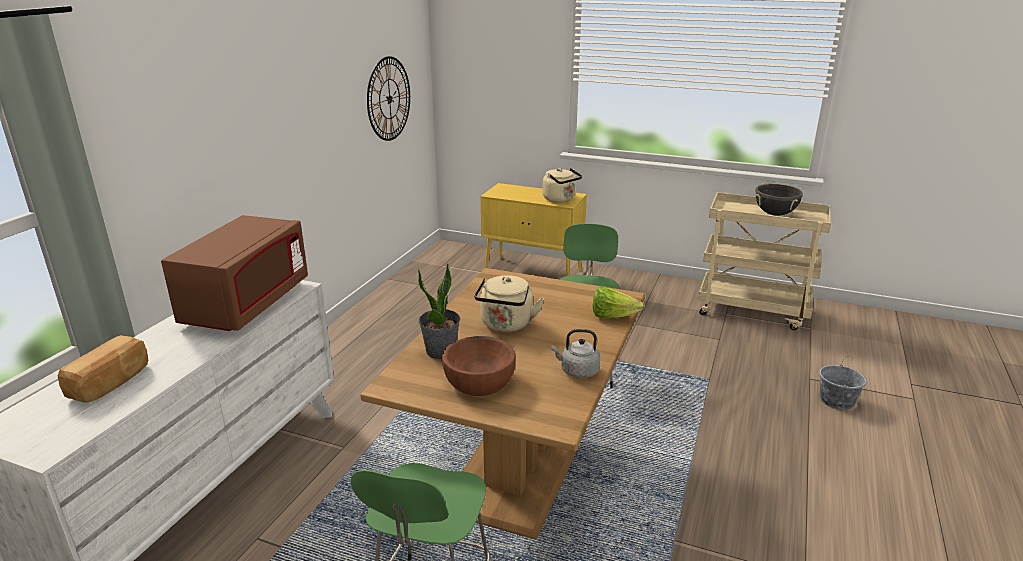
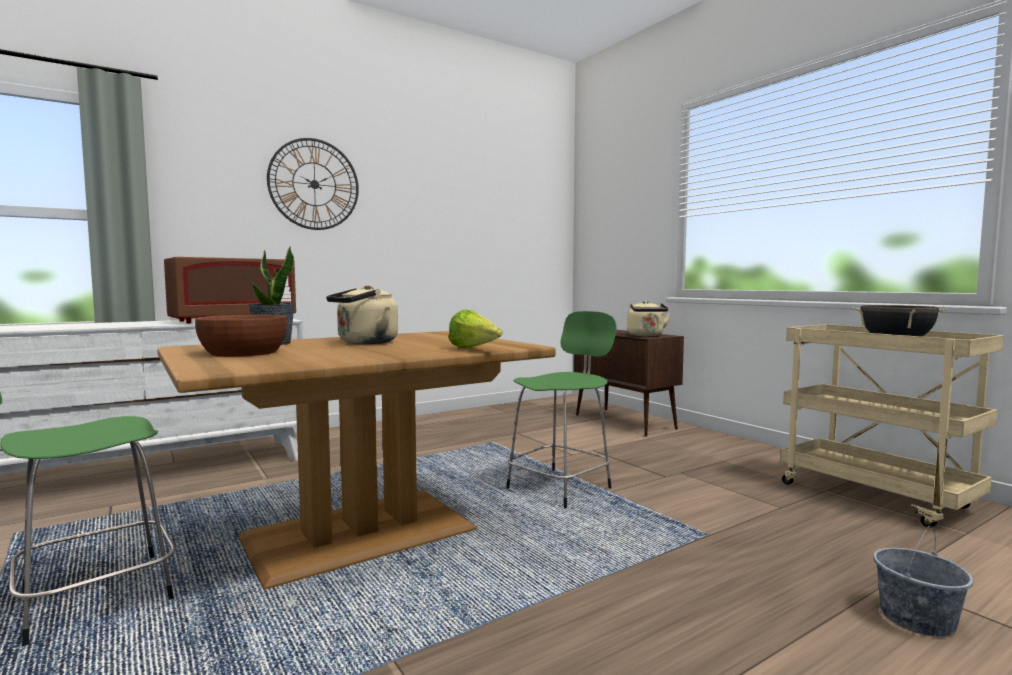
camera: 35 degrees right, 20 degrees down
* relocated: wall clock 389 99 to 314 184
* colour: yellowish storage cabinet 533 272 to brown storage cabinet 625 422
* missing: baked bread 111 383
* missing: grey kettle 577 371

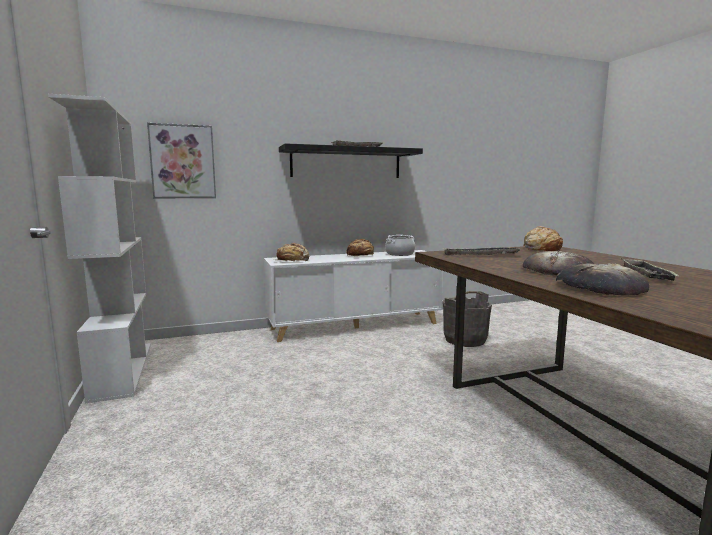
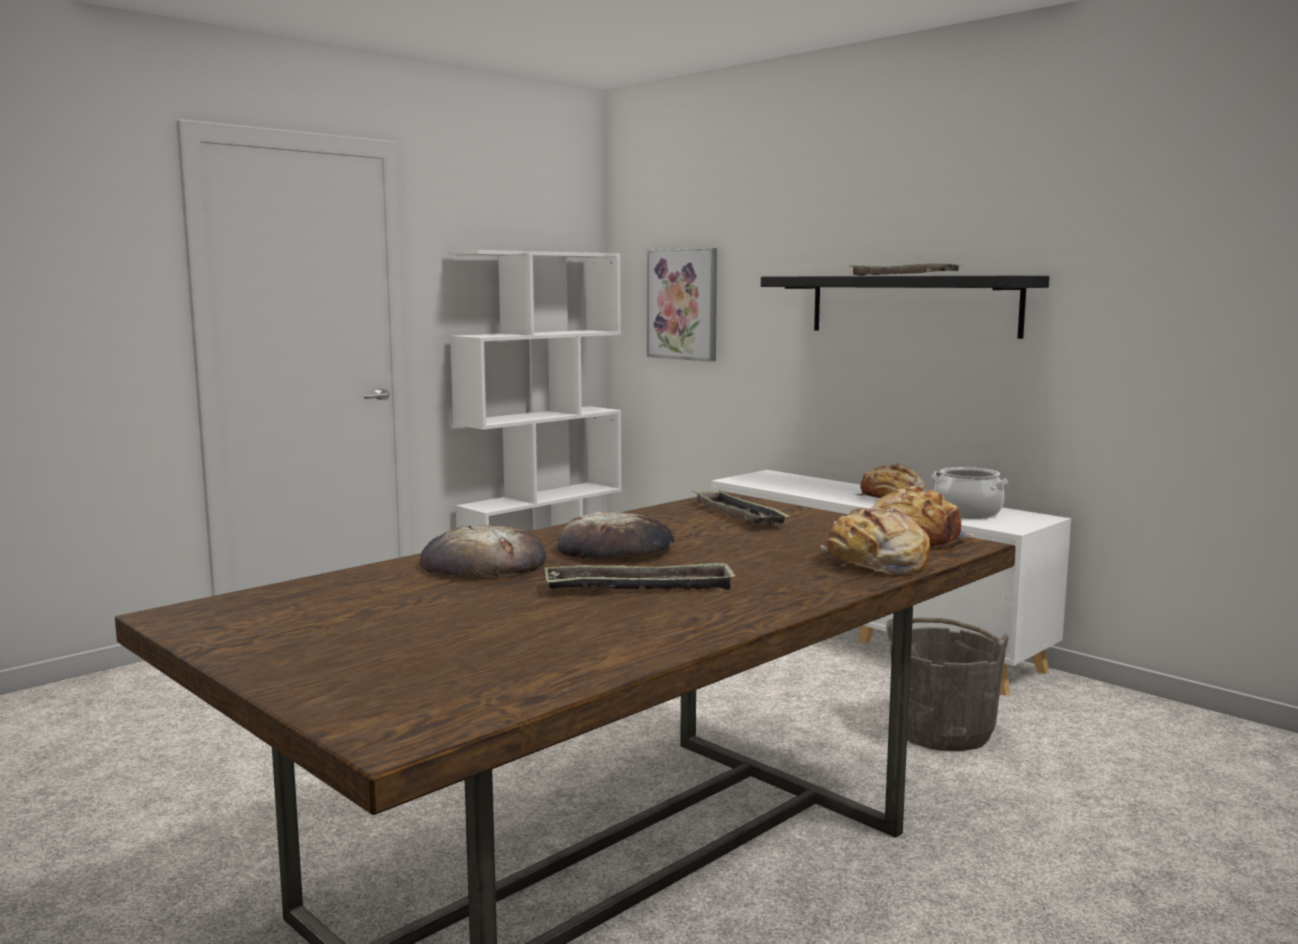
camera: 65 degrees right, 0 degrees up
* relocated: baked bread 293 261 to 876 563

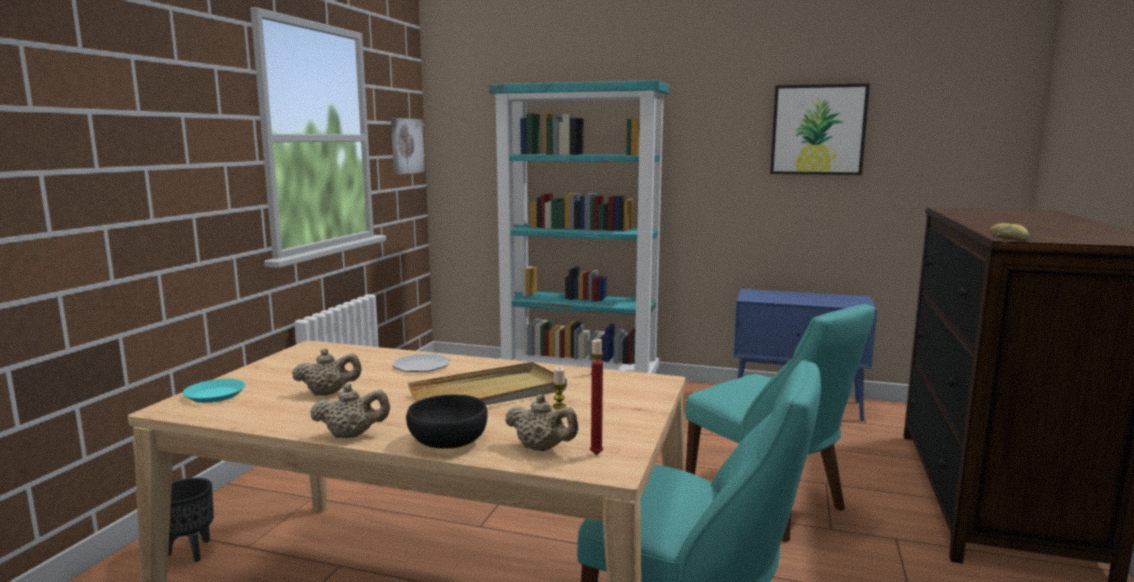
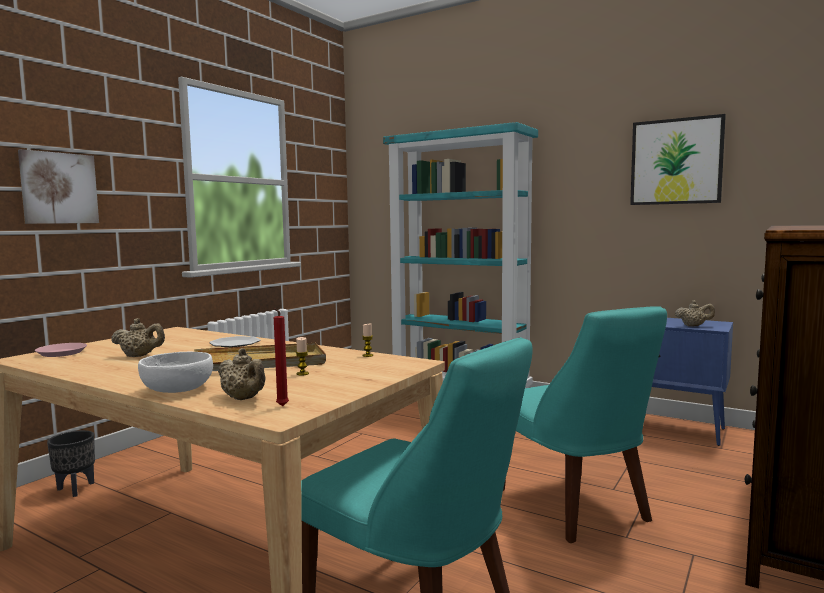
camera: 15 degrees right, 5 degrees down
* relocated: picture 406 146 to 59 188
* colour: blue-green plate 215 395 to pinkish plate 62 353
* colour: black-coloured serving bowl 449 442 to whitish serving bowl 178 390
* relocated: beige-coloured teapot 352 435 to 693 326
* missing: baked bread 1010 237

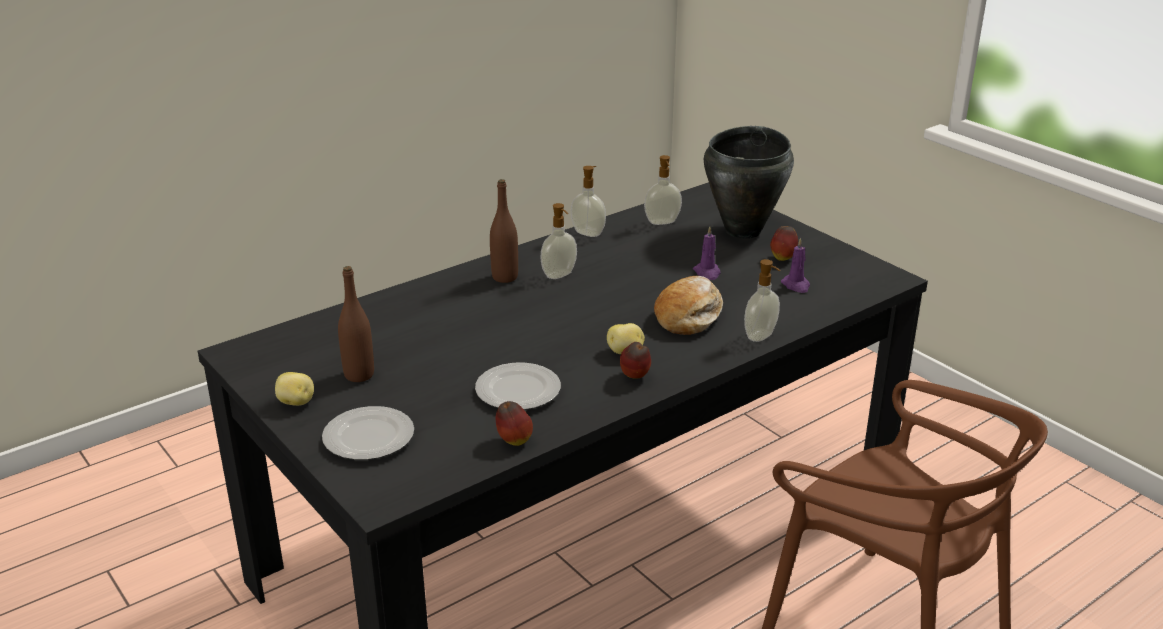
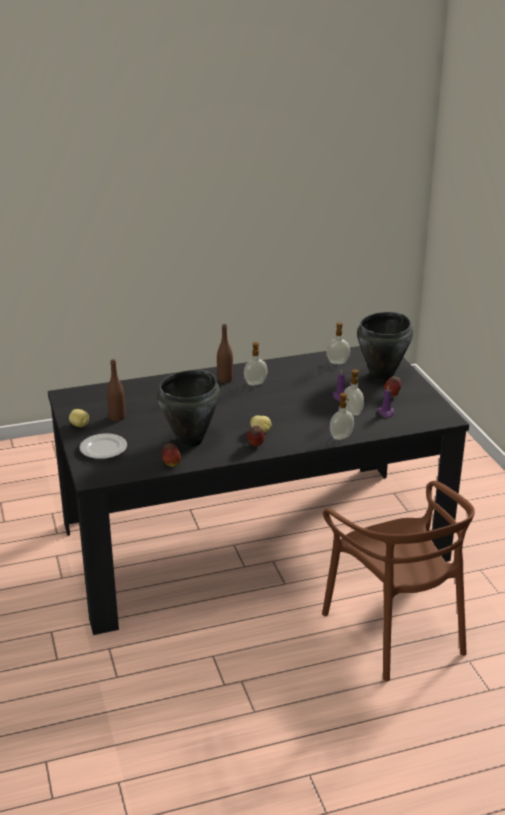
camera: 20 degrees right, 0 degrees up
* exchanged: plate 519 391 to black-coloured stockpot 191 440
* relocated: soap bottle 588 233 to 353 412
* missing: baked bread 689 316

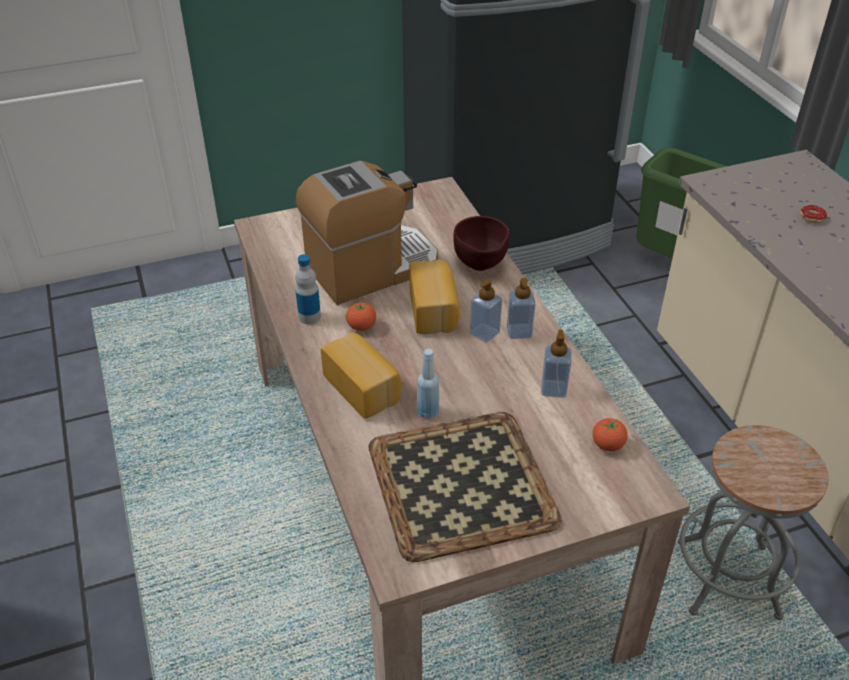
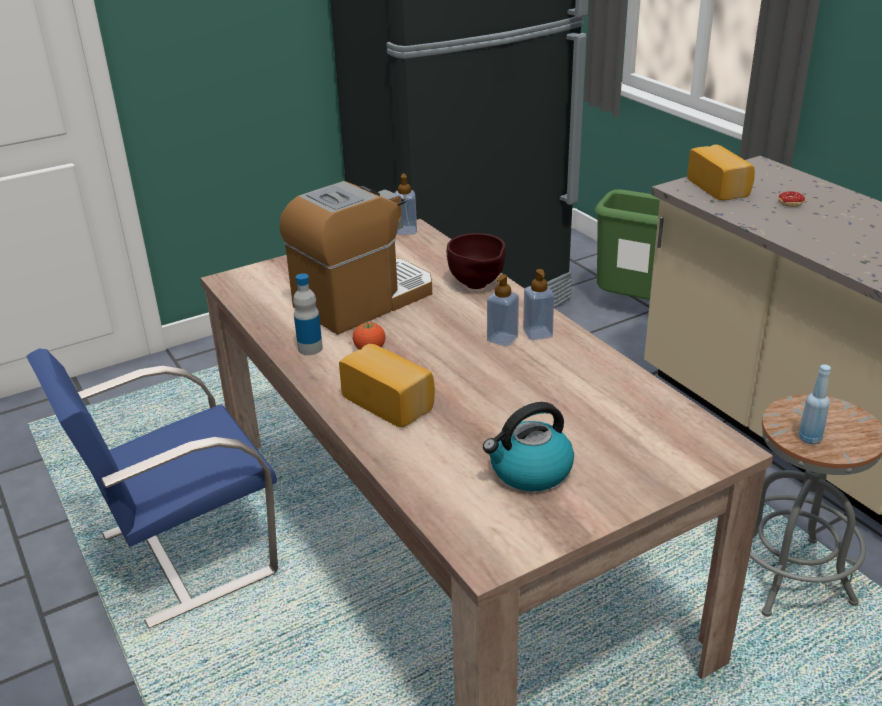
camera: 10 degrees left, 10 degrees down
* appeared: blue chair 184 554
* relocated: soap bottle 553 389 to 406 231
* exchanged: carrying tray 463 485 to kettle 529 471
* relocated: baked bread 434 310 to 720 187
* relocated: blue beverage bottle 428 412 to 810 438
* missing: whole tomato 607 445

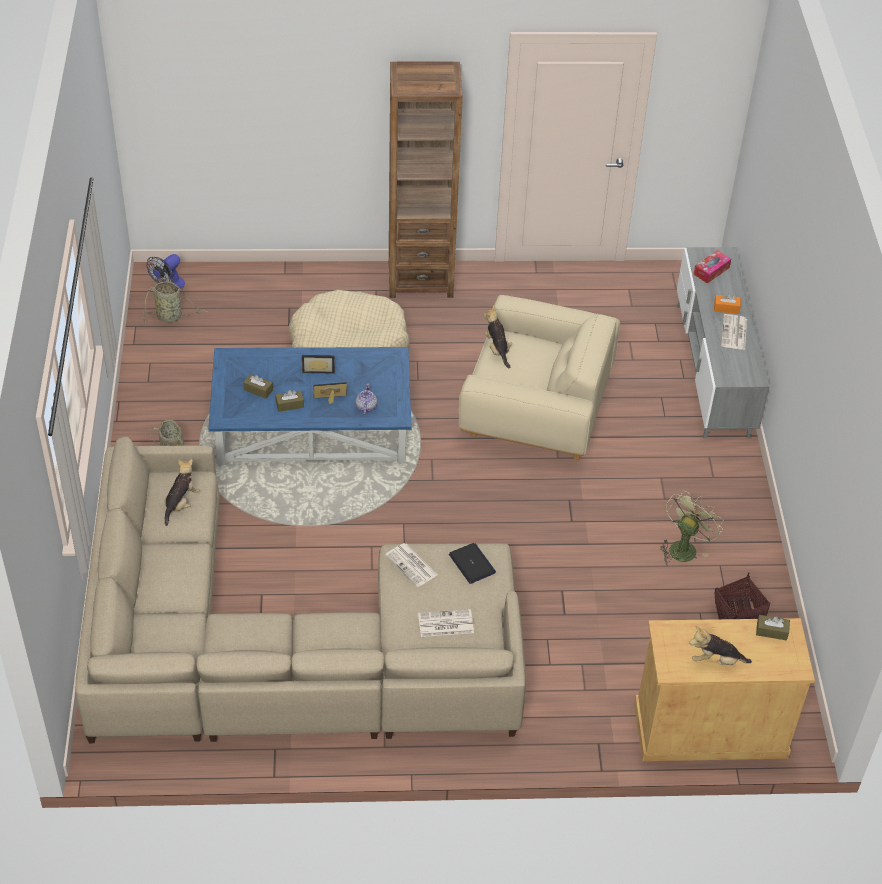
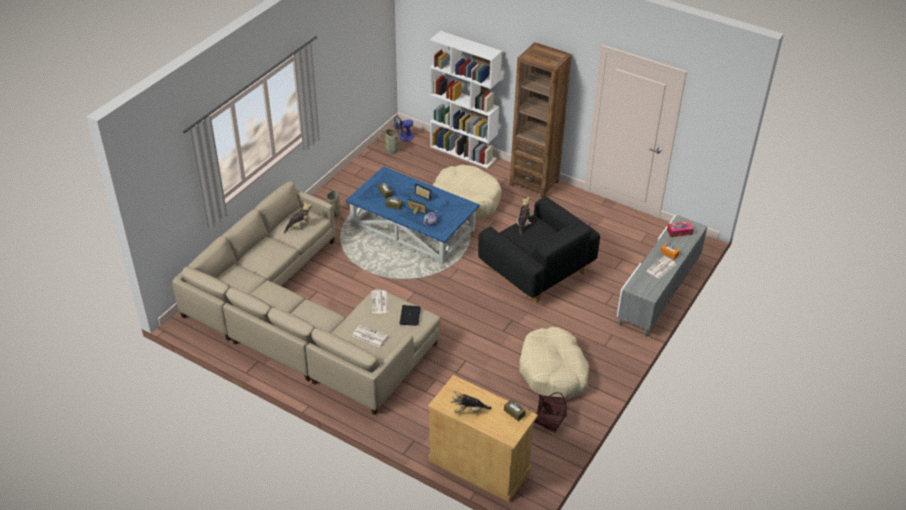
camera: 35 degrees right, 5 degrees down
* appeared: whitish bookcase 463 152
* spun: soft toy 715 660 = 469 411 45 degrees counterclockwise
* colour: beige-coloured lounge chair 536 410 to black-coloured lounge chair 536 270
* exchanged: green-coloured cooling fan 684 547 to beige-coloured dog cushion 553 372

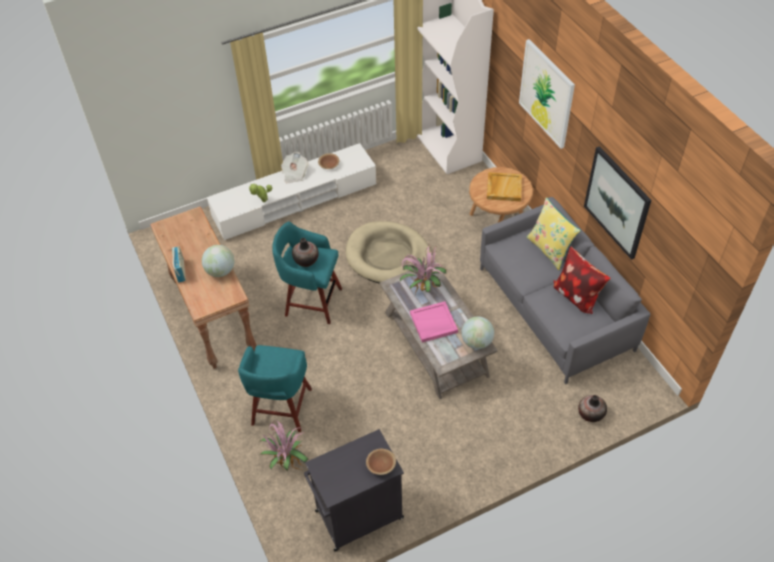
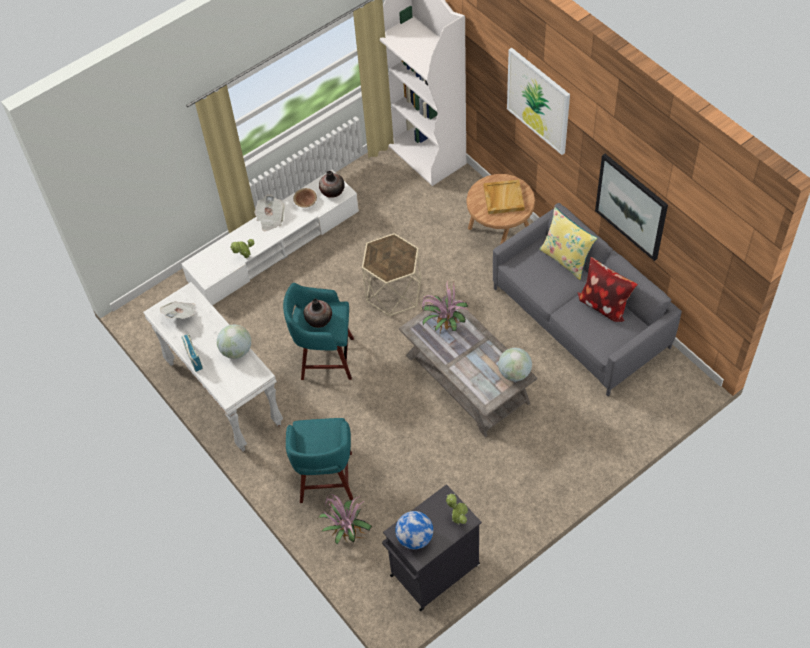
camera: 10 degrees left, 5 degrees up
* colour: brown console table 212 315 to whitish console table 223 394
* appeared: daily paper 181 315
* relocated: decorative vase 590 414 to 332 191
* exchanged: beige-coloured dog cushion 388 256 to beige-coloured end table 393 292
* appeared: globe 415 538
* exchanged: brown serving bowl 381 465 to houseplant 458 519
* missing: pinkish carrying tray 433 323

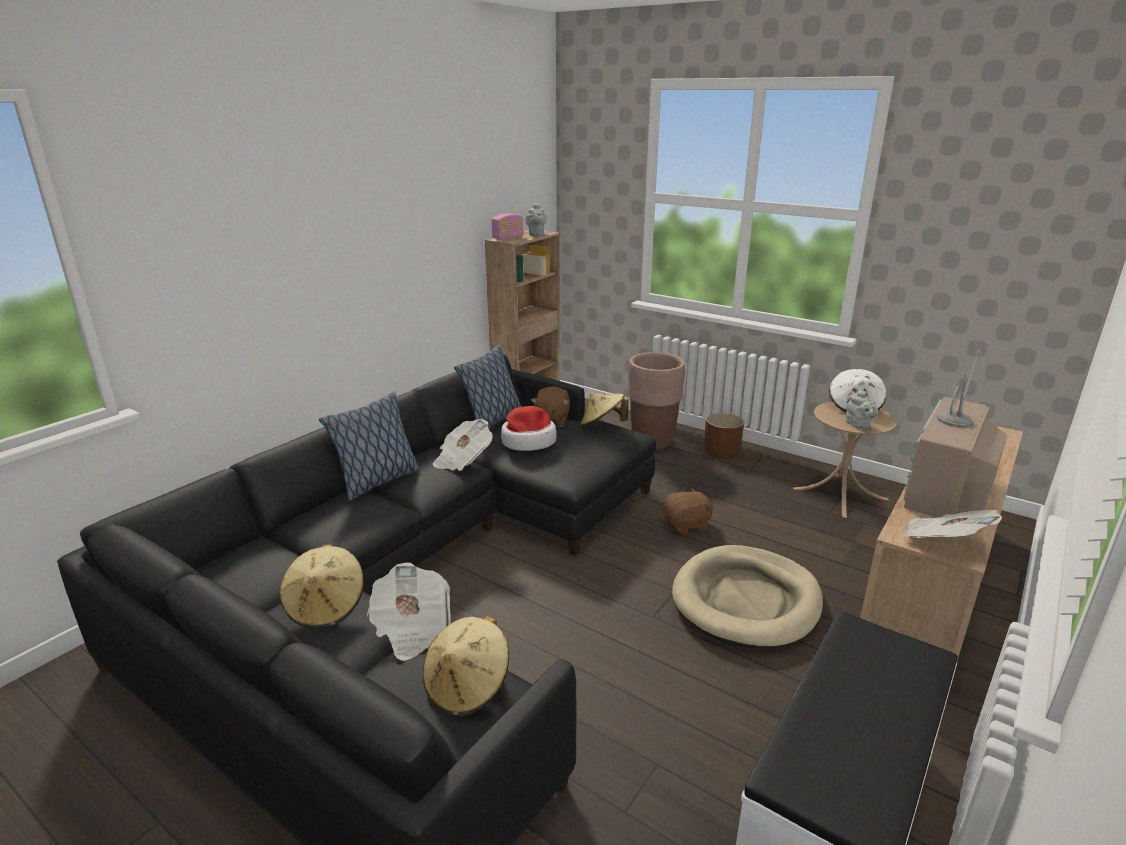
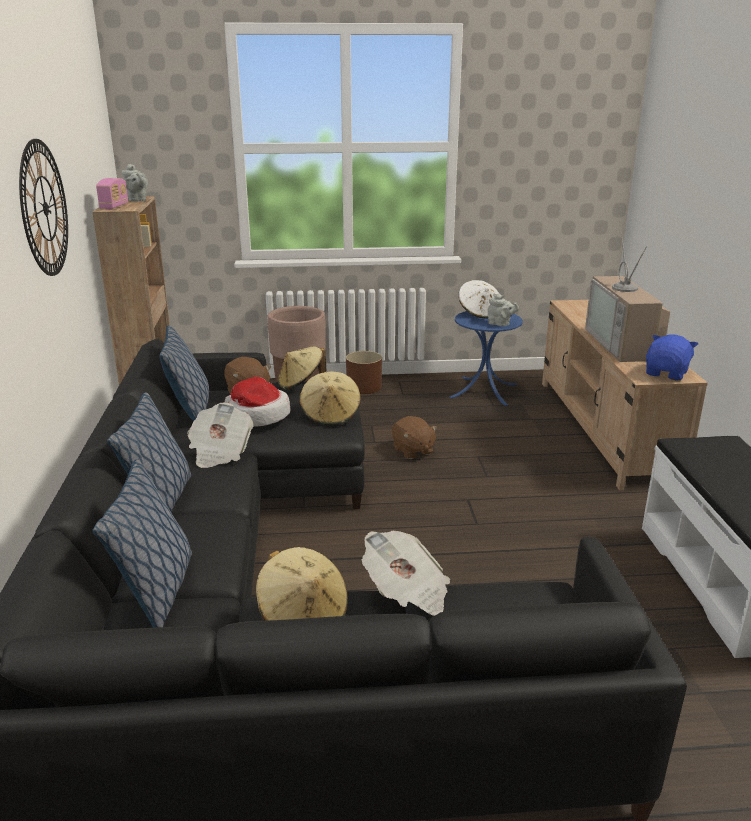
camera: 40 degrees left, 0 degrees up
* appeared: wall clock 45 208
* appeared: throw pillow 157 592
* relocated: beige-coloured hat 468 687 to 331 415
* spun: brown soft toy 686 525 = 412 451 120 degrees clockwise
* colour: beige-coloured end table 840 494 to blue end table 483 390
* exchanged: daily paper 943 542 to blue soft toy 667 373
* missing: beige-coloured dog cushion 746 601

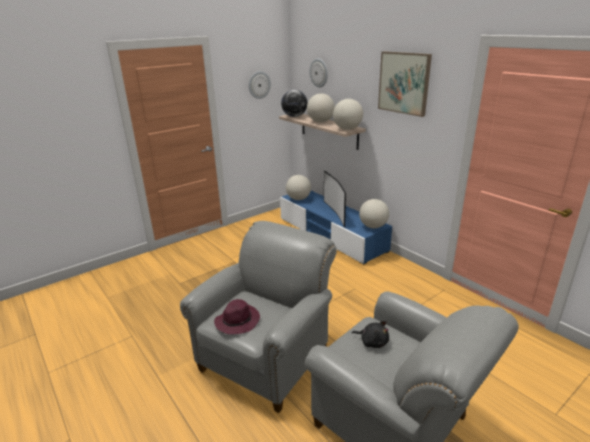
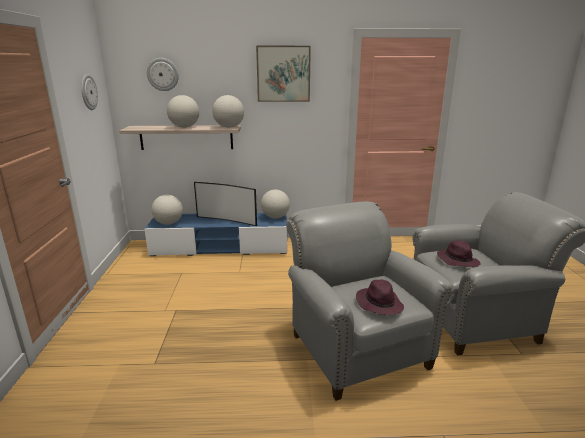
camera: 55 degrees left, 5 degrees down
* exchanged: black-coloured soft toy 372 342 to purple-coloured hat 457 260
* missing: globe 294 116

